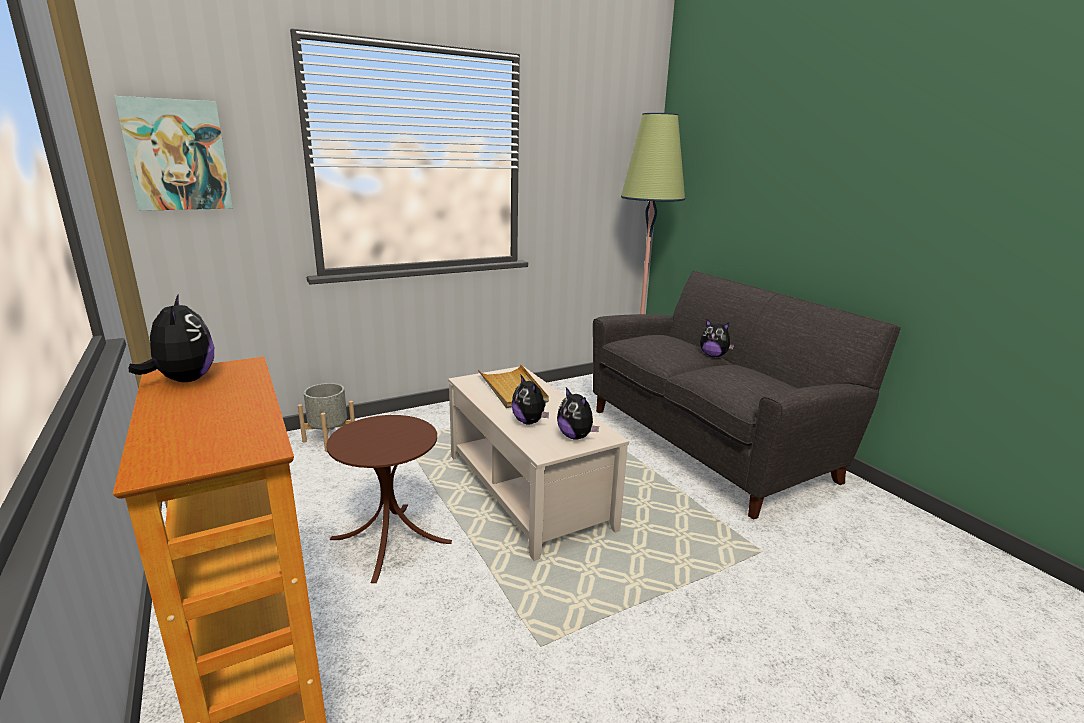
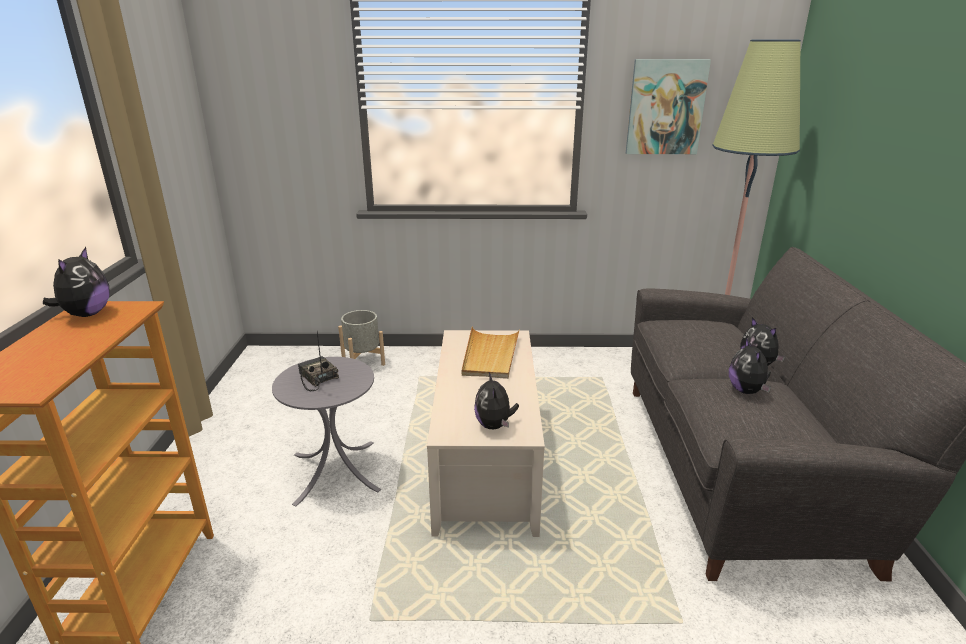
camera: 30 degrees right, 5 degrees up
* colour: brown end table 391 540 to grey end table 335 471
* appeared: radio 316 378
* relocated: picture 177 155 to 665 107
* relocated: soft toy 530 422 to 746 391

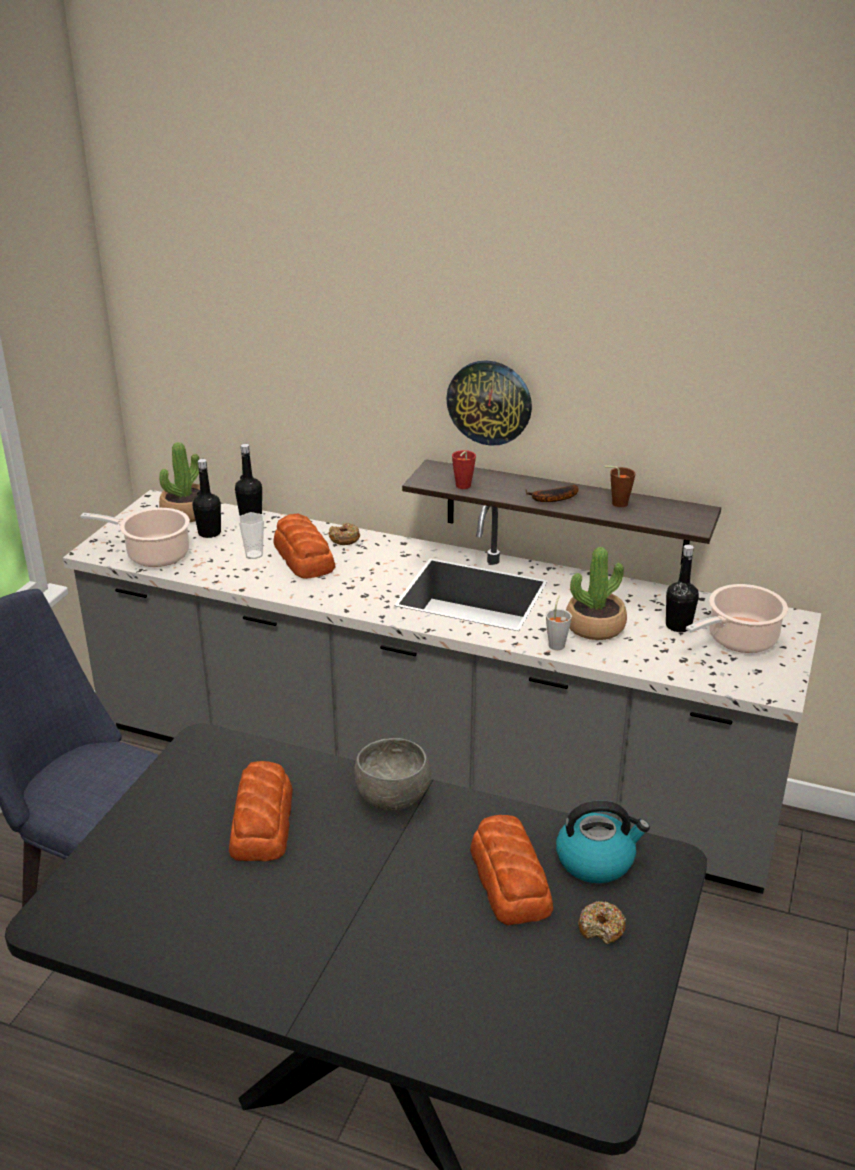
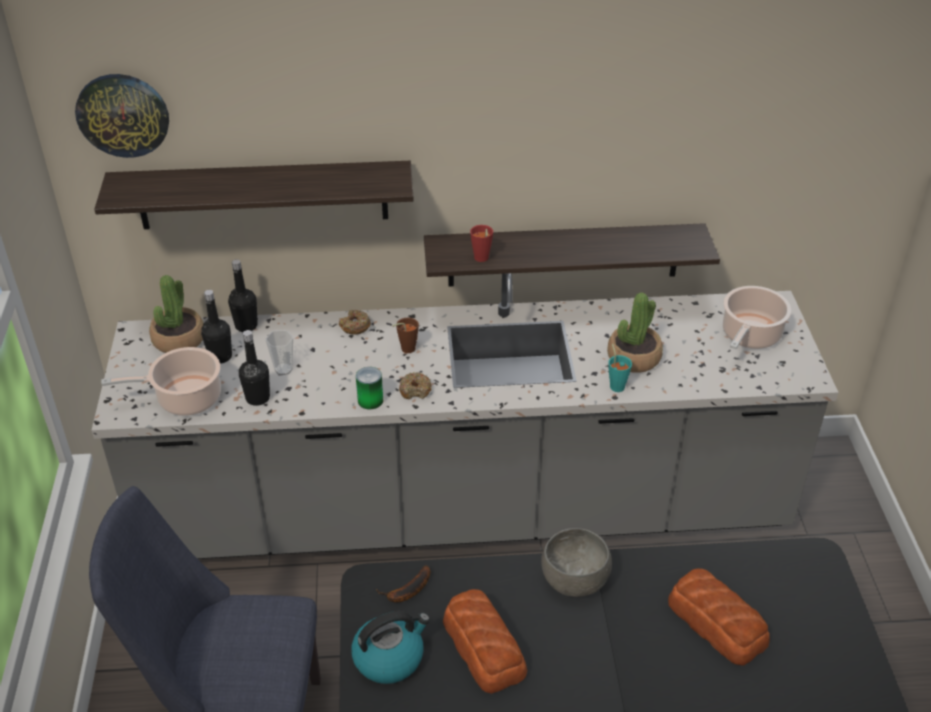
camera: 25 degrees left, 10 degrees up
* relocated: wall clock 489 402 to 123 115
* appeared: shelf 263 195
* relocated: black-coloured beverage bottle 678 626 to 257 398
* relocated: kettle 596 860 to 389 657
* appeared: can 370 400
* relocated: banana 552 499 to 407 591
* relocated: brown small cup 616 503 to 405 349
* relocated: doughnut 601 928 to 415 390
* colour: grey small cup 557 643 to blue-green small cup 616 384
* missing: baked bread 303 557

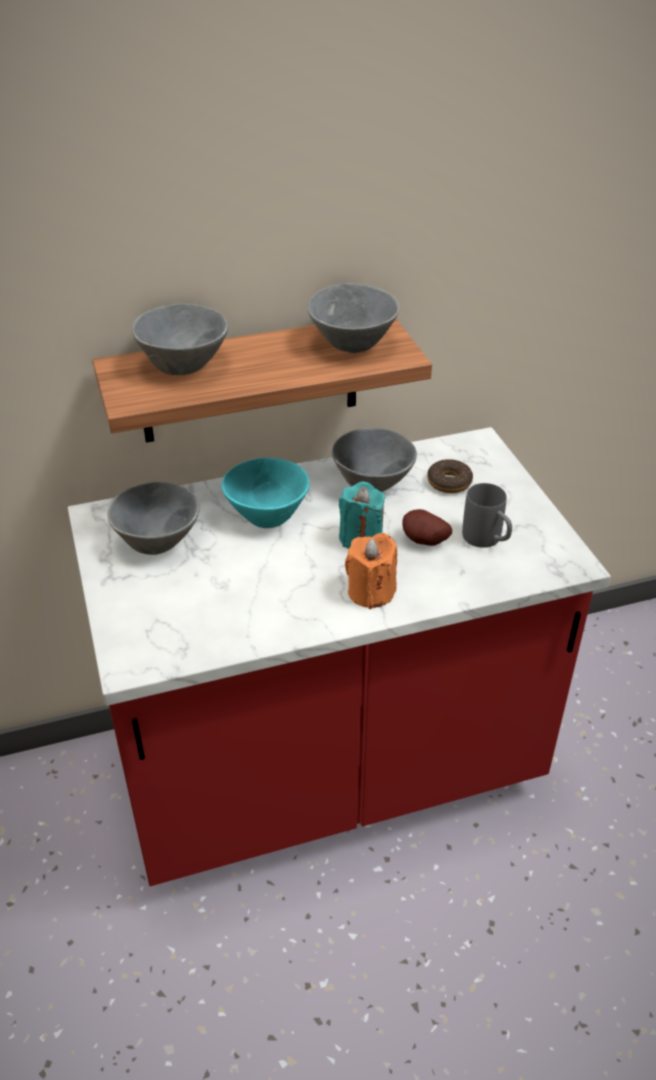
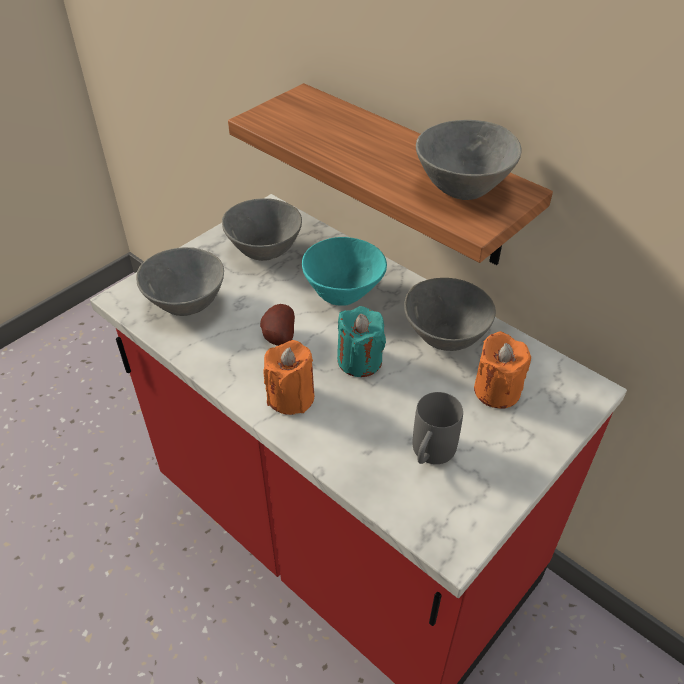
camera: 60 degrees right, 5 degrees up
* relocated: grey serving bowl 186 365 to 185 305
* relocated: potato 423 542 to 278 337
* exchanged: doughnut 449 482 to orange candle 497 390

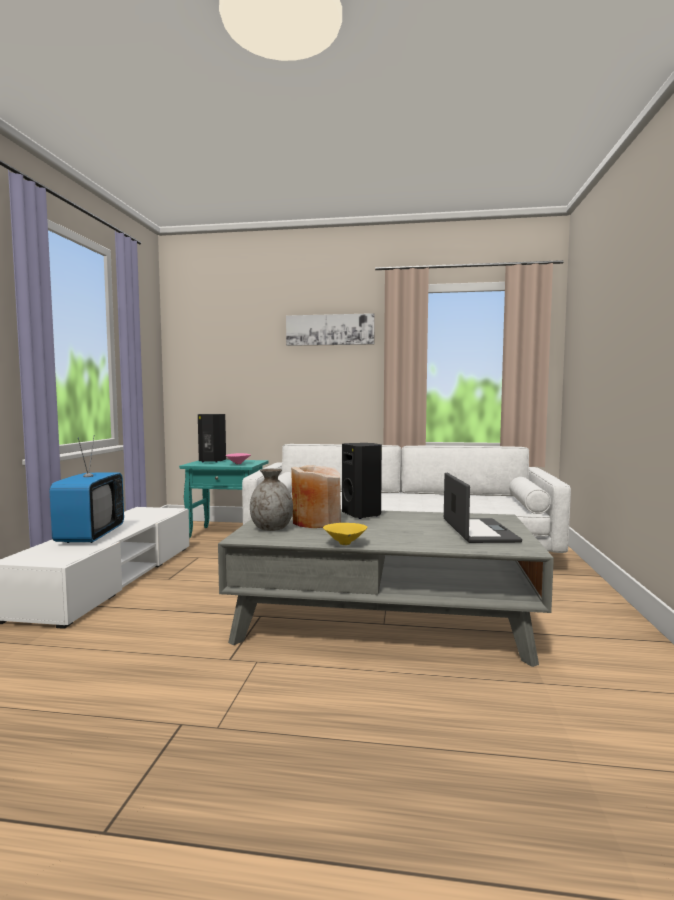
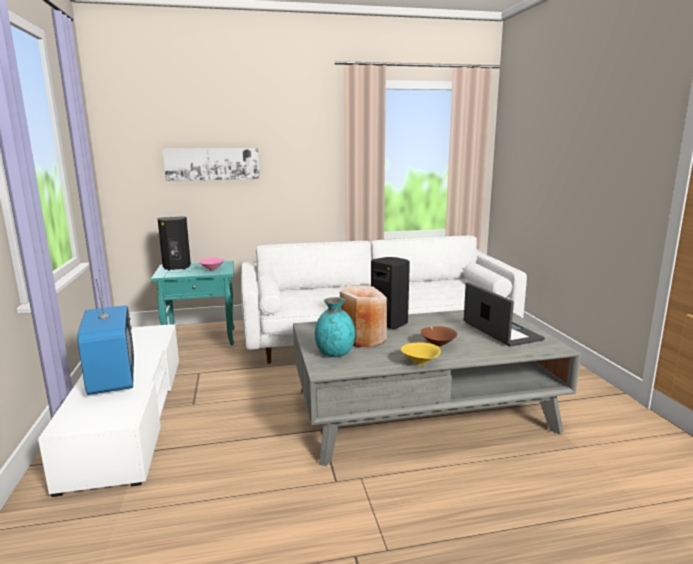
camera: 20 degrees left, 10 degrees up
* relocated: picture 330 330 to 212 164
* colour: grey decorative vase 271 528 to blue-green decorative vase 334 353
* appeared: brown serving bowl 437 345

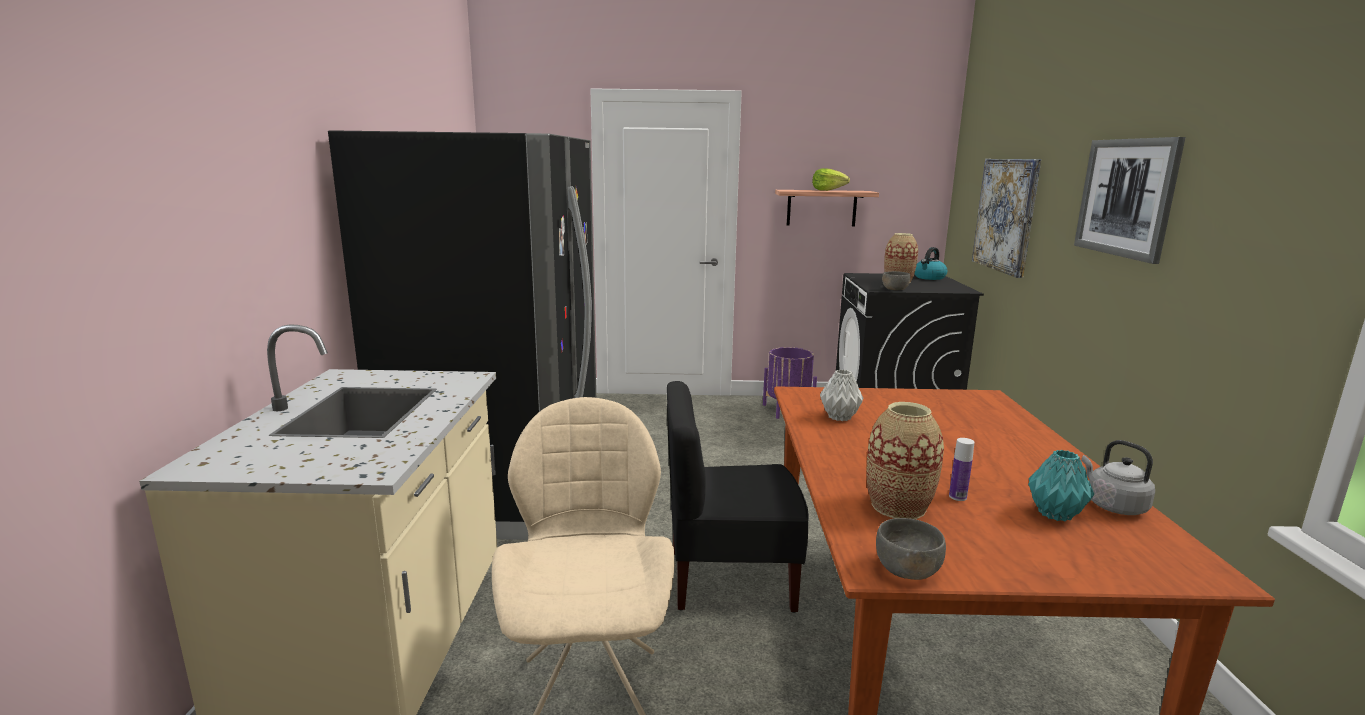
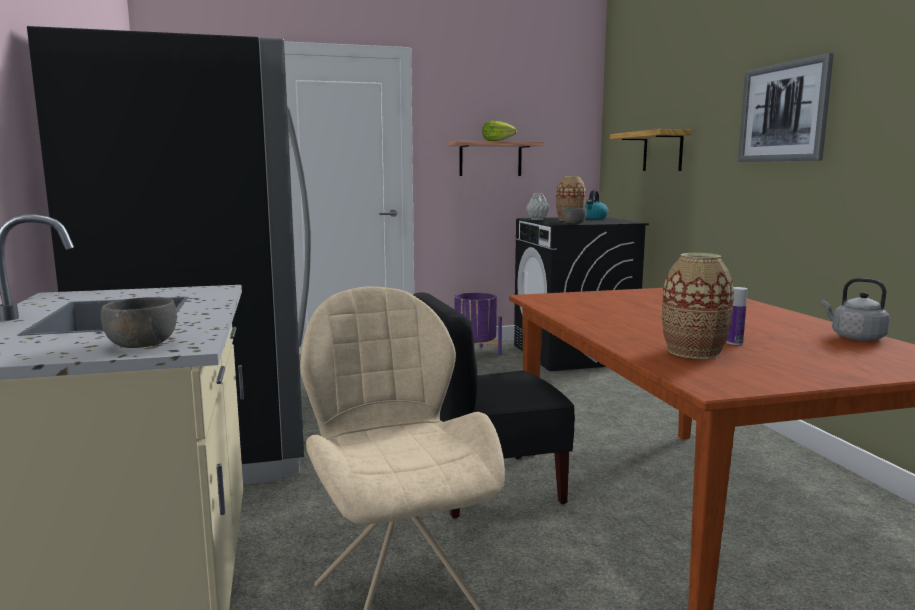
camera: 15 degrees left, 5 degrees down
* relocated: grey serving bowl 907 570 to 142 344
* relocated: grey decorative vase 839 417 to 537 219
* exchanged: picture 1006 215 to shelf 662 151
* missing: blue-green decorative vase 1054 514

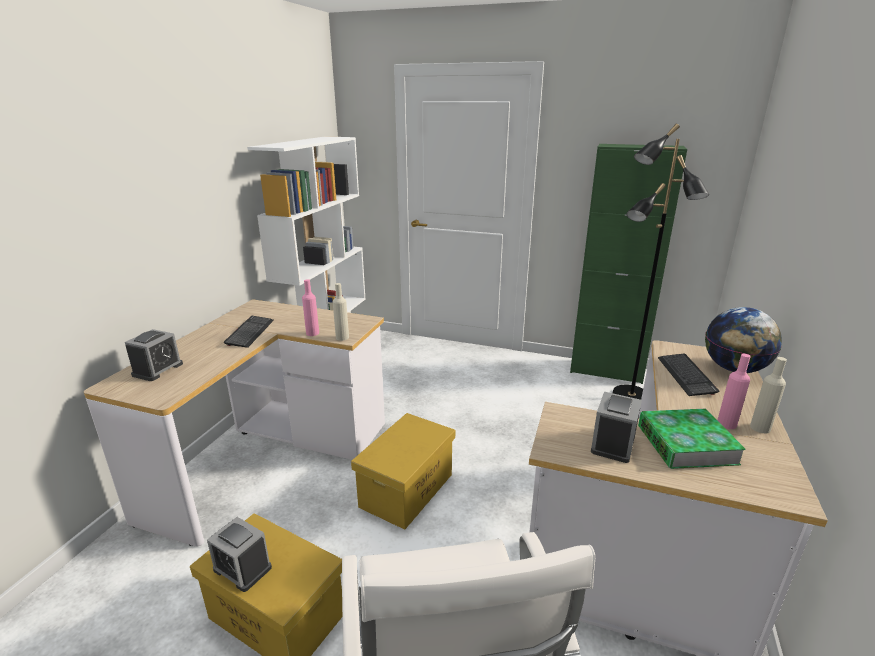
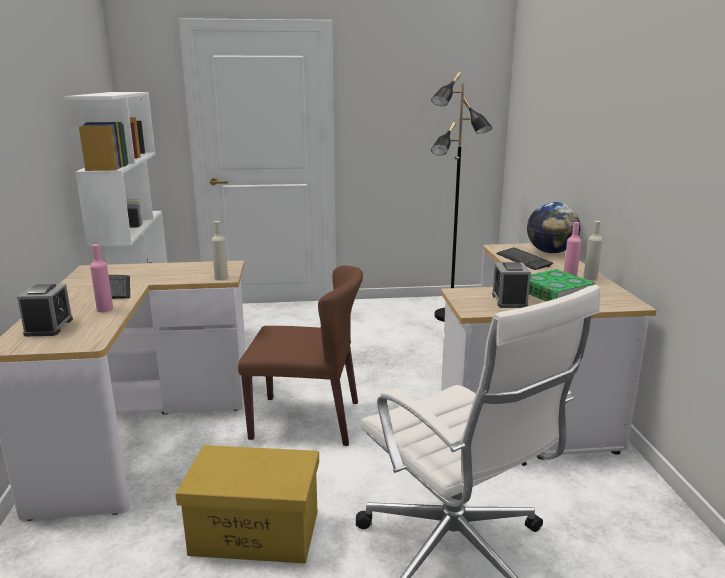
camera: 25 degrees left, 5 degrees down
* relocated: pinkish beverage bottle 312 333 to 105 309
* exchanged: yellowish storage container 406 491 to brown chair 307 420
* missing: alarm clock 242 568
* missing: green-coloured storage cabinet 606 371

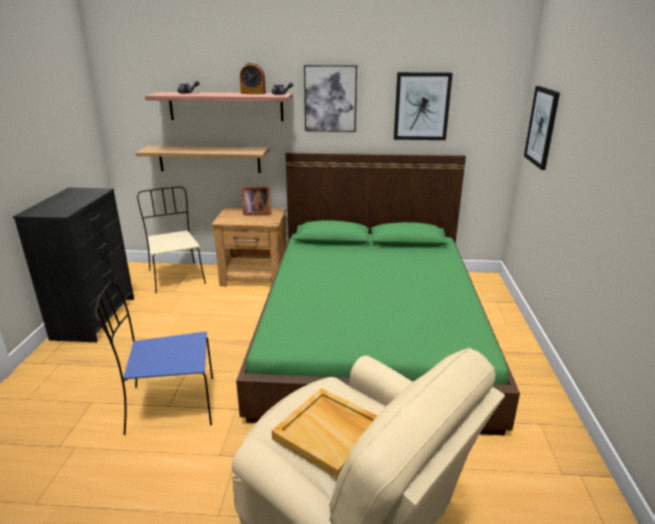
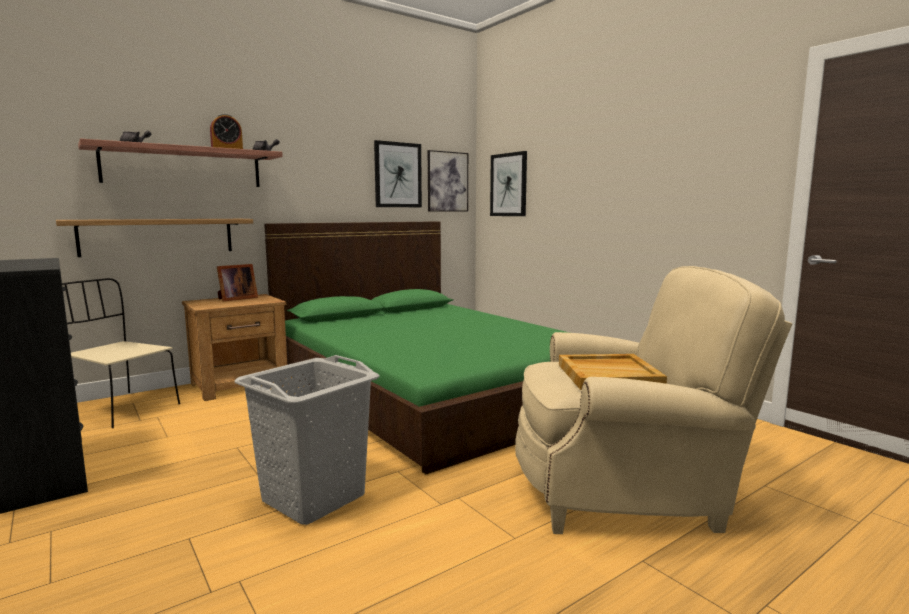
camera: 40 degrees left, 15 degrees down
* exchanged: blue chair 168 405 to grey washing basket 312 498
* relocated: picture 330 99 to 447 182

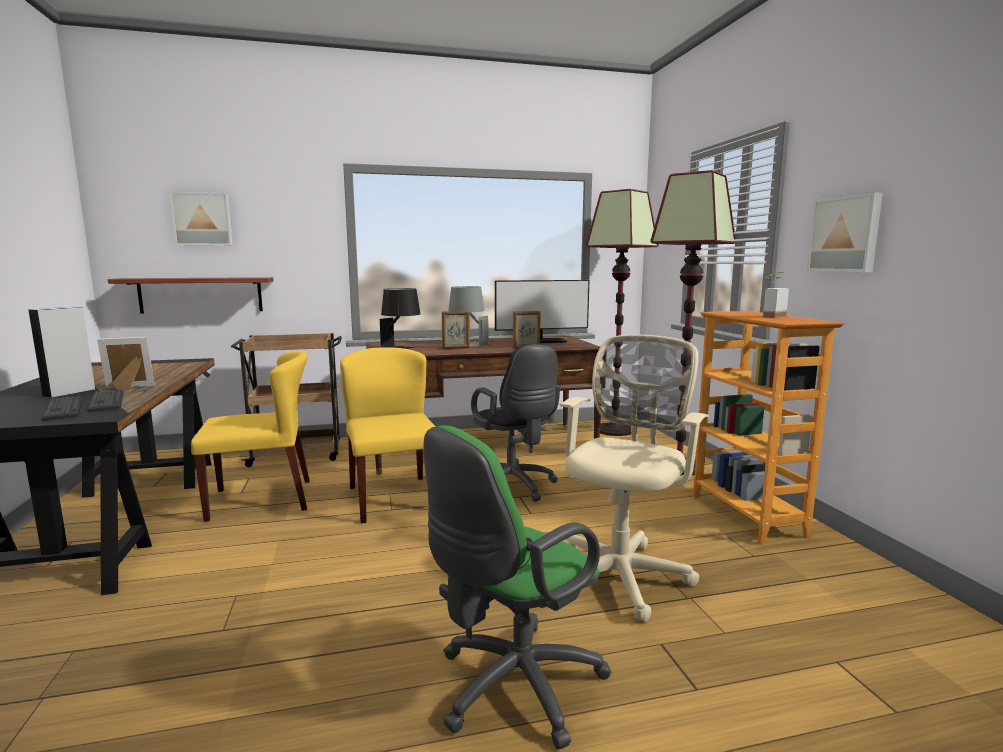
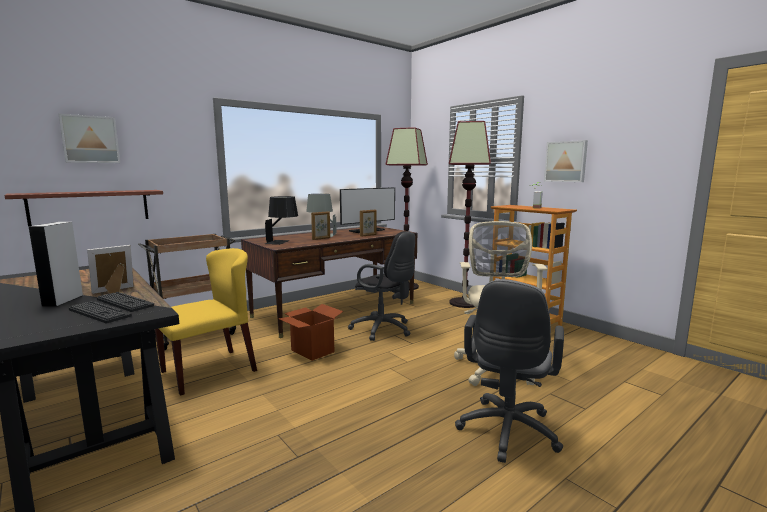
camera: 25 degrees left, 0 degrees up
* exchanged: yellowish chair 393 498 to cardboard box 312 351
* colour: green-coloured office chair 511 688 to grey office chair 506 433

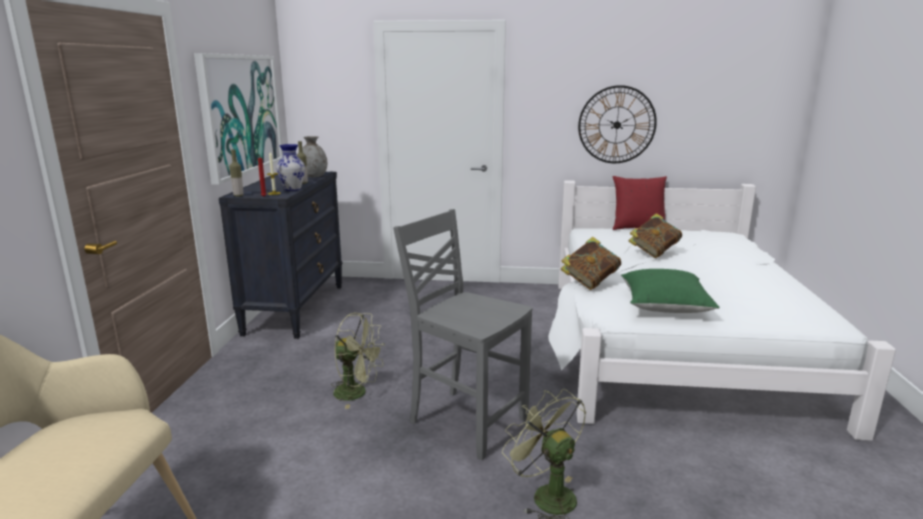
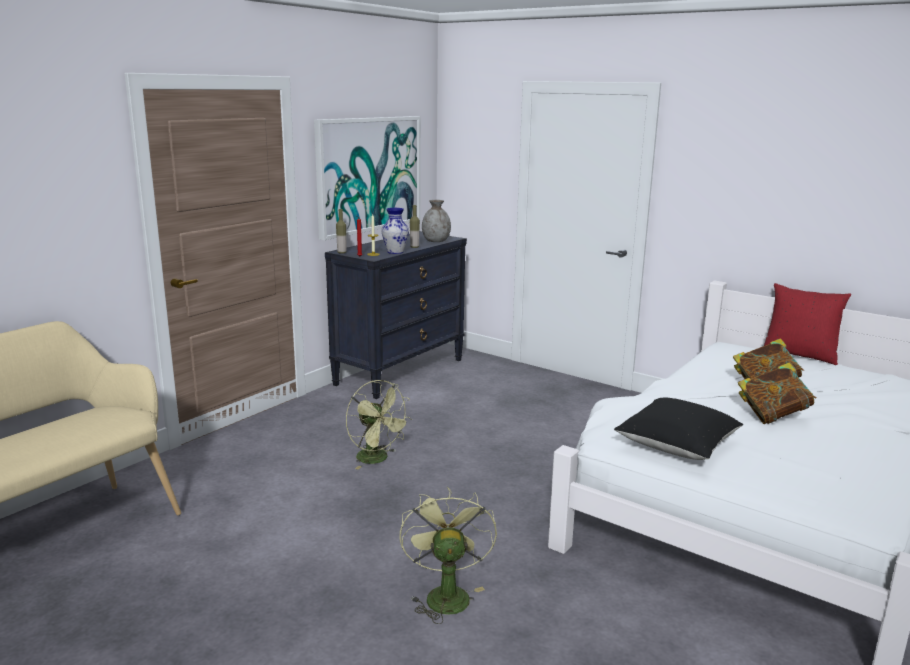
camera: 30 degrees right, 0 degrees up
* colour: green-coloured throw pillow 664 307 to black-coloured throw pillow 677 446
* relocated: volume 590 282 to 773 416
* missing: grey chair 466 421
* missing: wall clock 617 125

